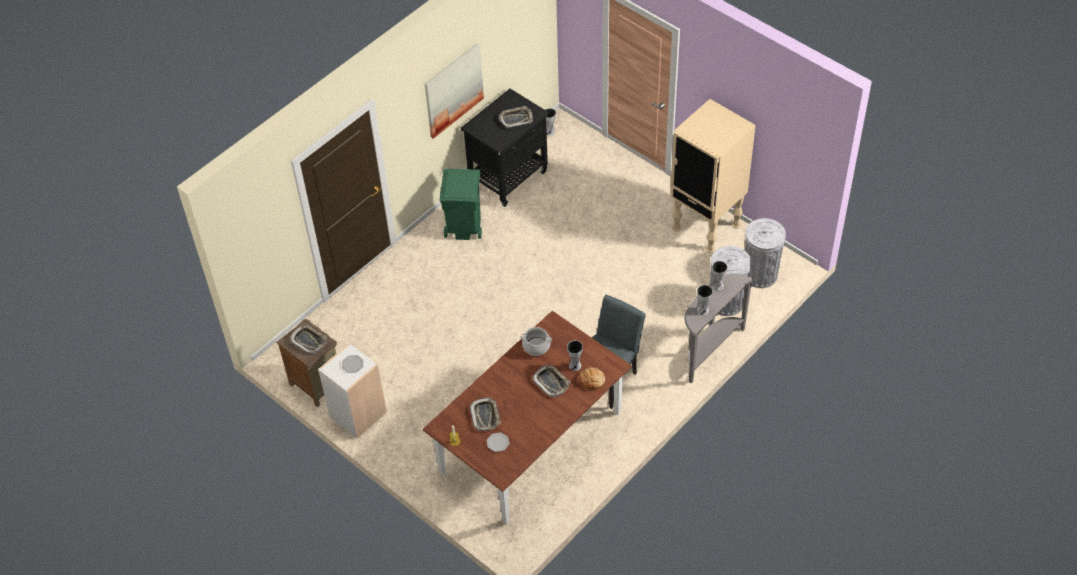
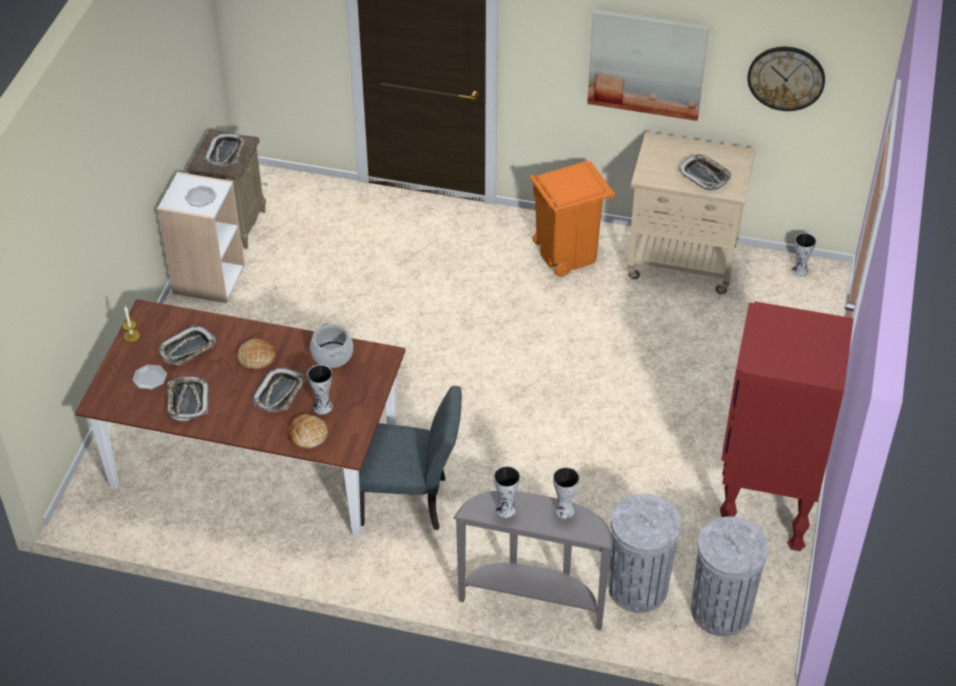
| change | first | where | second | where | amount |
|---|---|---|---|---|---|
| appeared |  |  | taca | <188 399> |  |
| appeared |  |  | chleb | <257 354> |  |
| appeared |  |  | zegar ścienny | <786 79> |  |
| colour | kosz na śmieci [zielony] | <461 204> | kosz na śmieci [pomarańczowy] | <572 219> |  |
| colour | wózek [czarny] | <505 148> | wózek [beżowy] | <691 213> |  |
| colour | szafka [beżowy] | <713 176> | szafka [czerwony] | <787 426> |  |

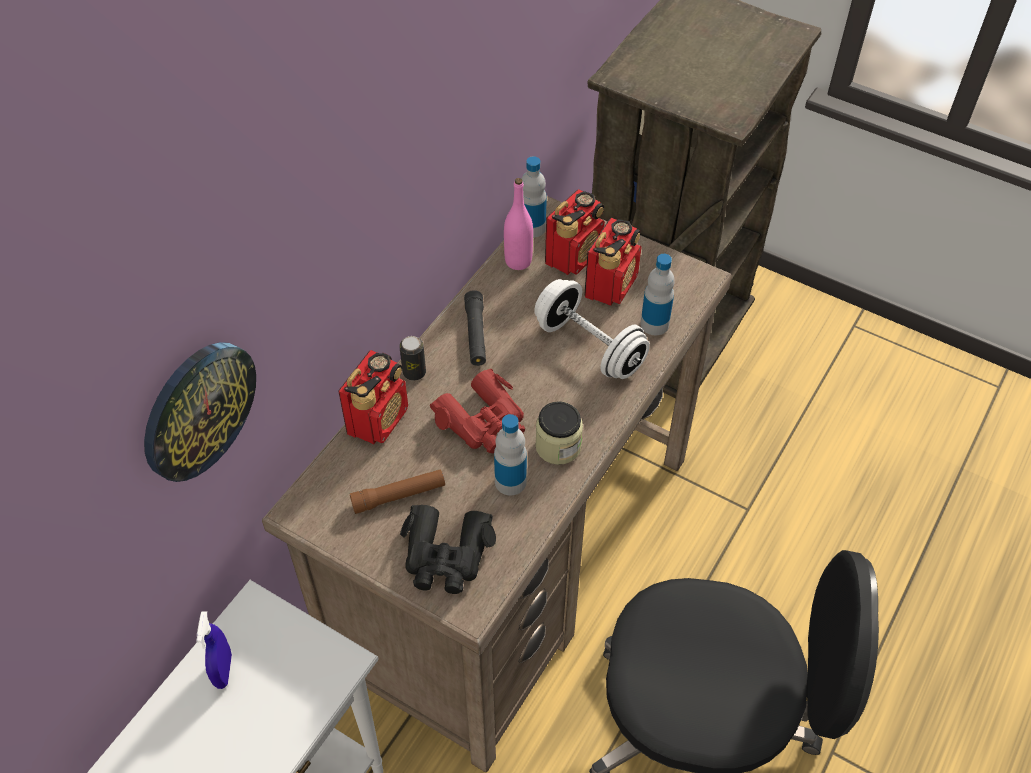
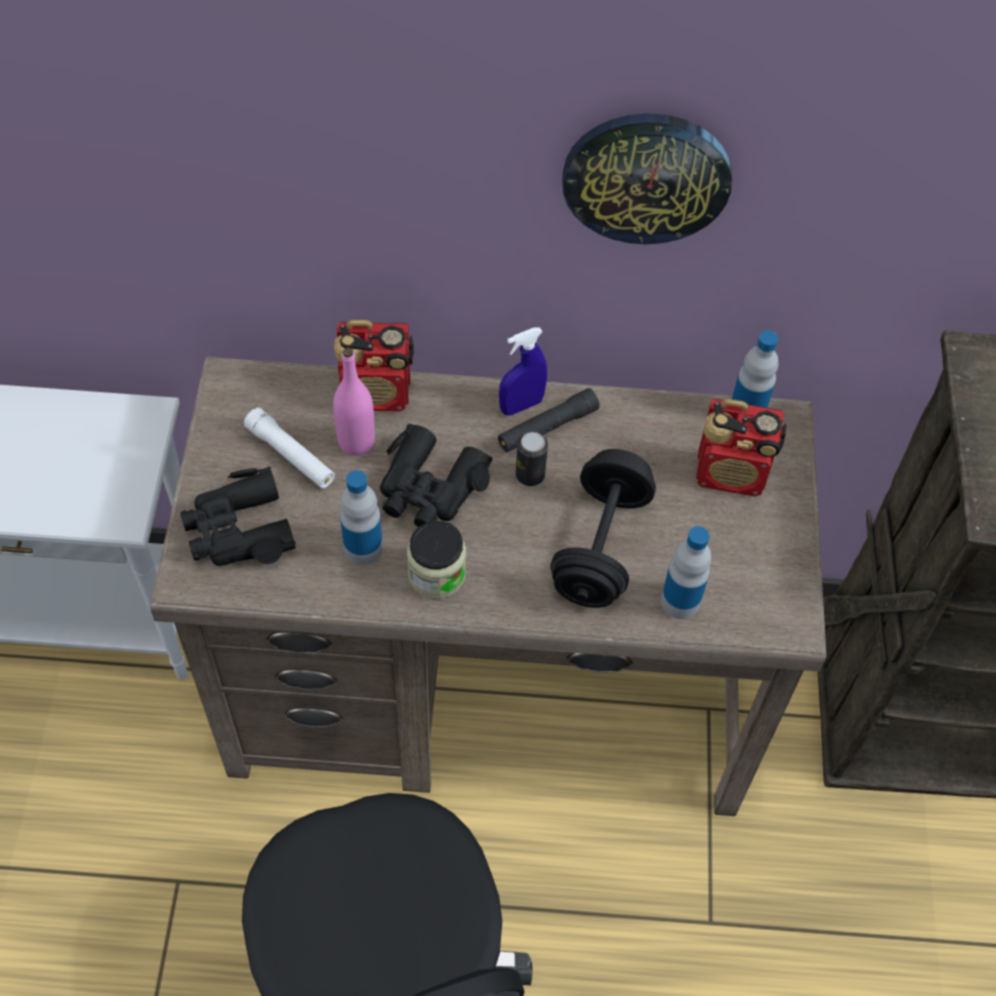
| change | first | where | second | where | amount |
|---|---|---|---|---|---|
| missing | radio | <612 262> |  |  |  |
| relocated | zegar ścienny | <200 412> |  | <647 178> |  |
| relocated | spryskiwacz [niebieski] | <214 650> |  | <523 371> |  |
| relocated | puszka | <412 358> |  | <532 459> |  |
| relocated | butelka [różowy] | <518 224> |  | <354 401> |  |
| colour | latarka [brązowy] | <397 491> | latarka [biały] | <289 448> |  |
| colour | lornetka [czerwony] | <477 410> | lornetka [czarny] | <436 475> |  |
| colour | hantel [biały] | <592 329> | hantel [czarny] | <603 528> |  |

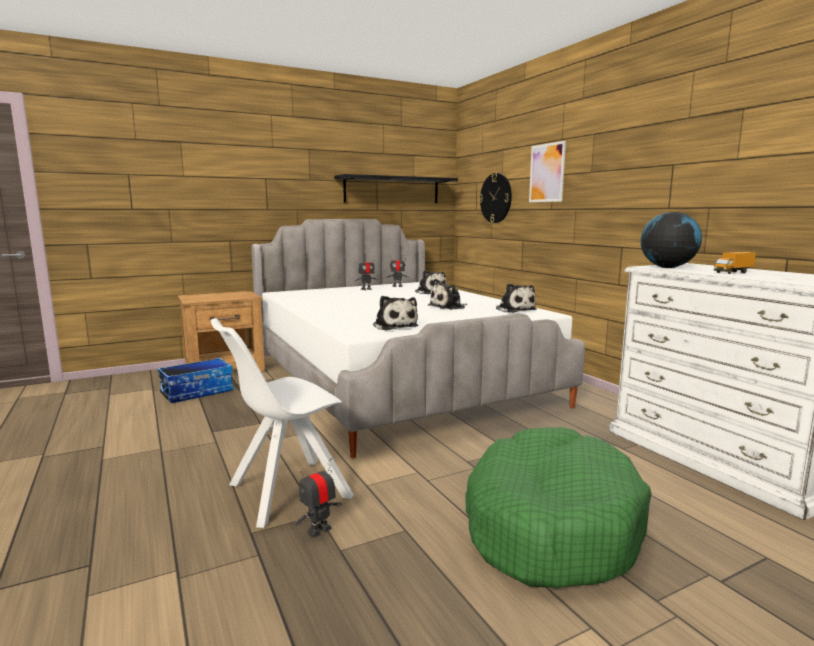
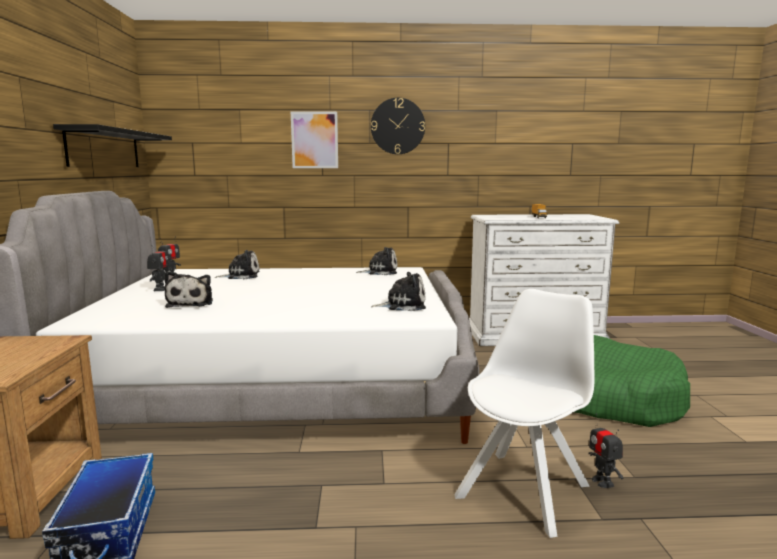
| change | first | where | second | where | amount |
|---|---|---|---|---|---|
| missing | globus | <671 240> |  |  |  |
| relocated | pluszak | <447 294> |  | <189 289> |  |
| relocated | zegar ścienny | <495 198> |  | <398 126> |  |
| spun | krzesło [biały] | <282 423> |  | <524 413> | 135 degrees counterclockwise |

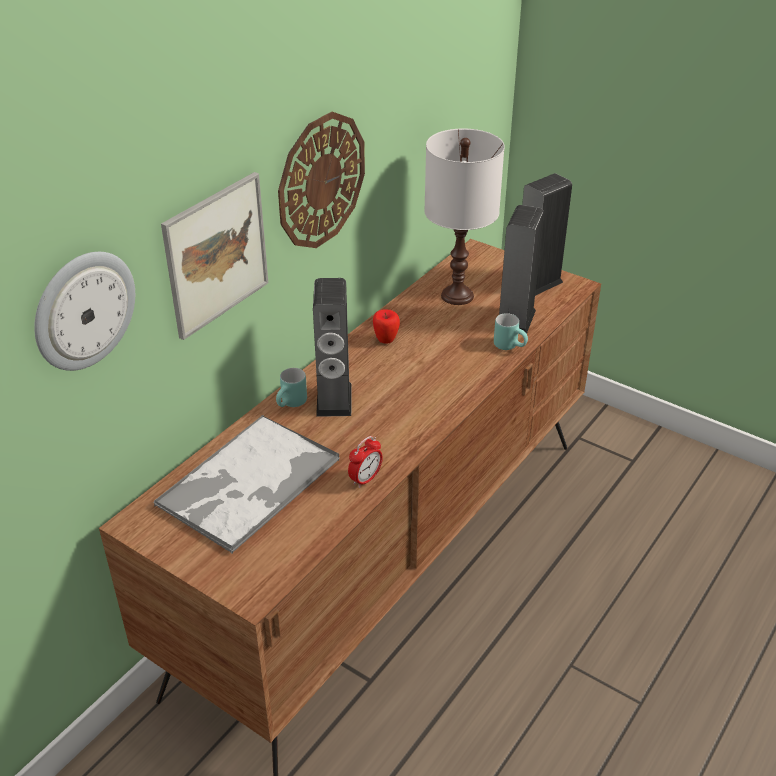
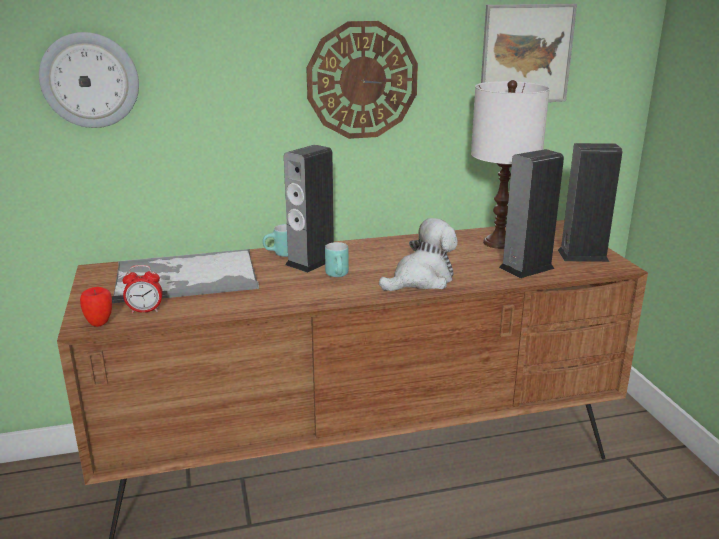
| change | first | where | second | where | amount |
|---|---|---|---|---|---|
| appeared |  |  | pluszak | <418 254> |  |
| relocated | obraz | <214 256> |  | <529 53> |  |
| relocated | budzik | <365 462> |  | <142 289> |  |
| relocated | jabłko | <386 326> |  | <96 307> |  |
| relocated | kubek [turkusowy] | <511 331> |  | <337 259> |  |

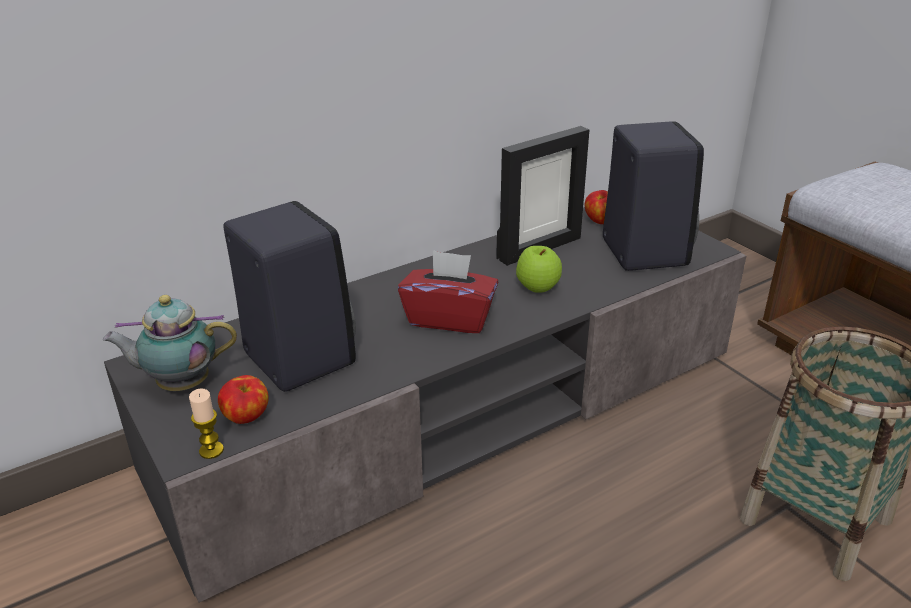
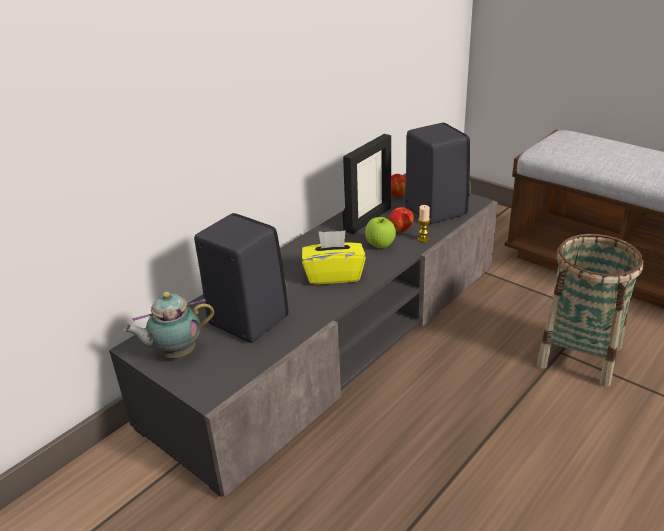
| change | first | where | second | where | amount |
|---|---|---|---|---|---|
| relocated | świeca | <206 423> |  | <424 223> |  |
| relocated | jabłko | <243 399> |  | <401 219> |  |
| colour | pudełko chusteczek [czerwony] | <448 291> | pudełko chusteczek [żółty] | <334 257> |  |

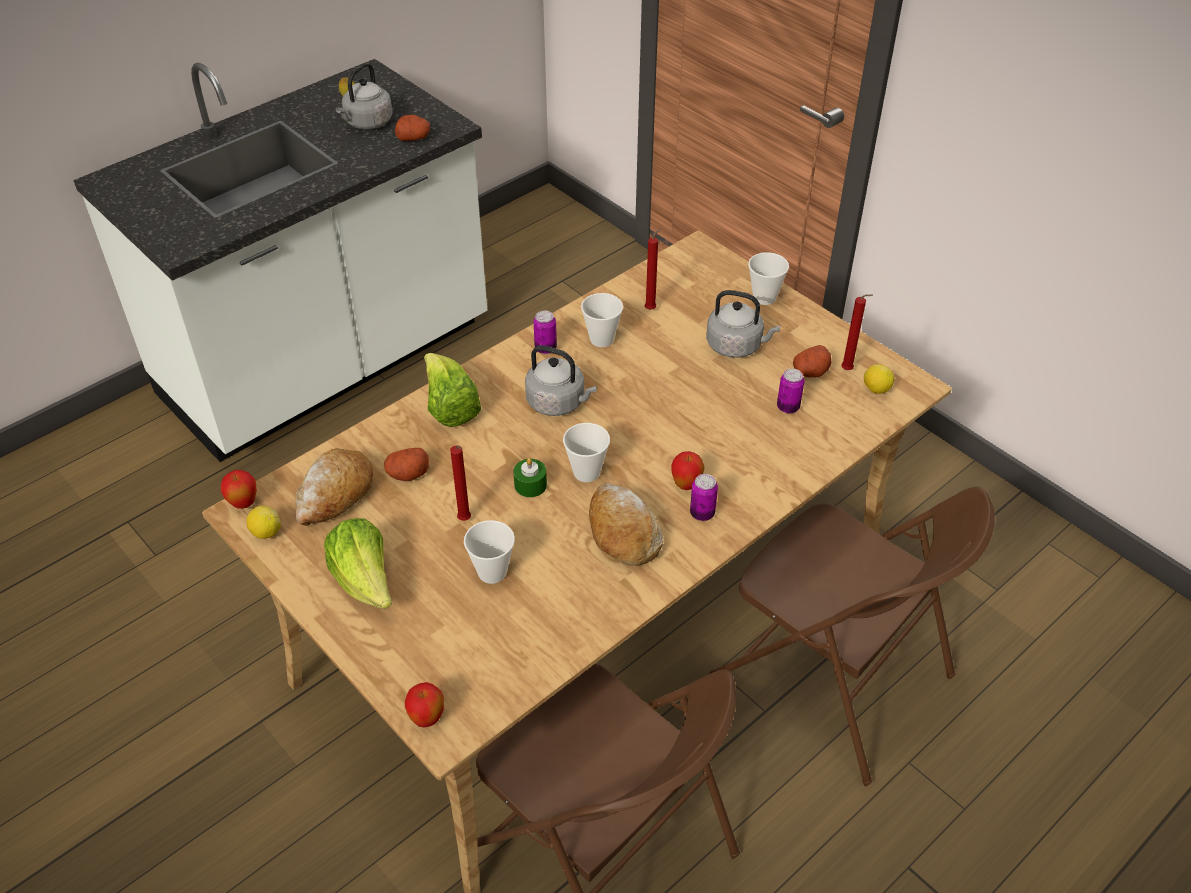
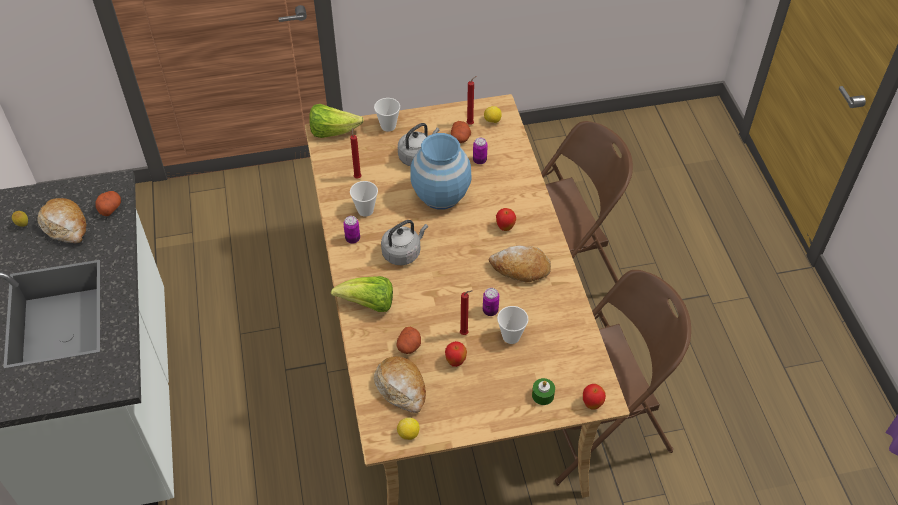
| change | first | where | second | where | amount |
|---|---|---|---|---|---|
| missing | filiżanka | <586 452> |  |  |  |
| appeared |  |  | wazon [niebieski] | <441 171> |  |
| relocated | jabłko | <238 489> |  | <456 354> |  |
| relocated | sałata | <358 563> |  | <336 121> |  |
| relocated | świeca [zielony] | <530 477> |  | <543 391> |  |
| relocated | puszka | <704 497> |  | <491 302> |  |
| exchanged | czajnik [szary] | <364 96> | chleb | <61 220> |  |

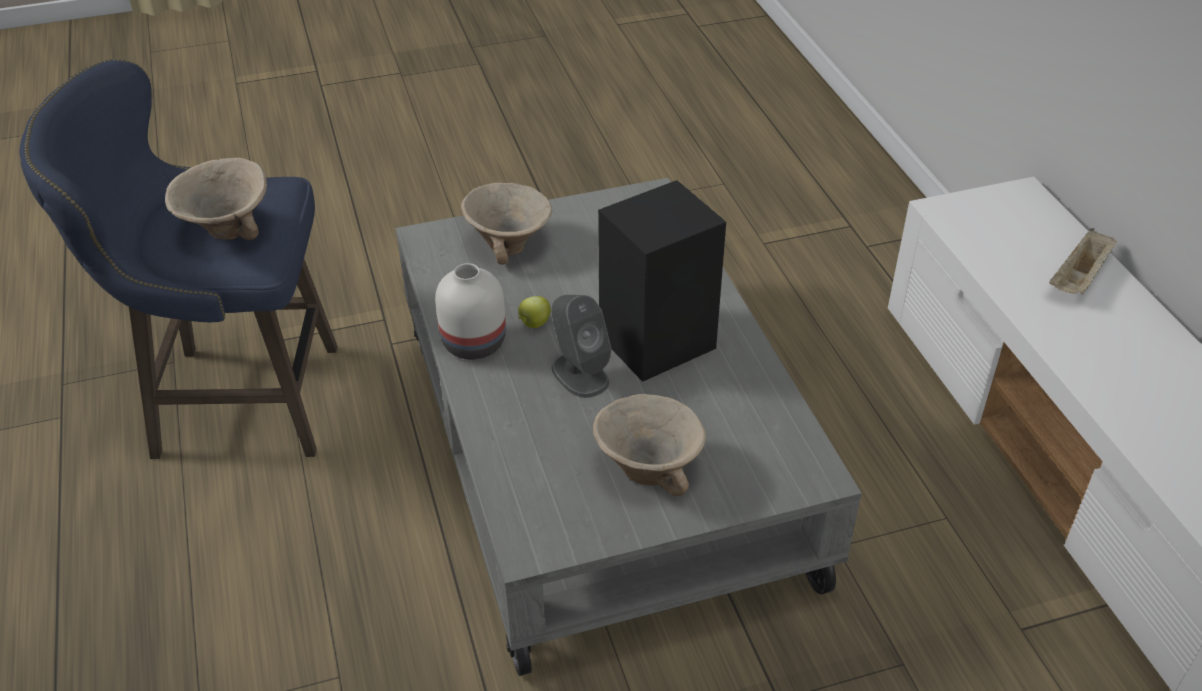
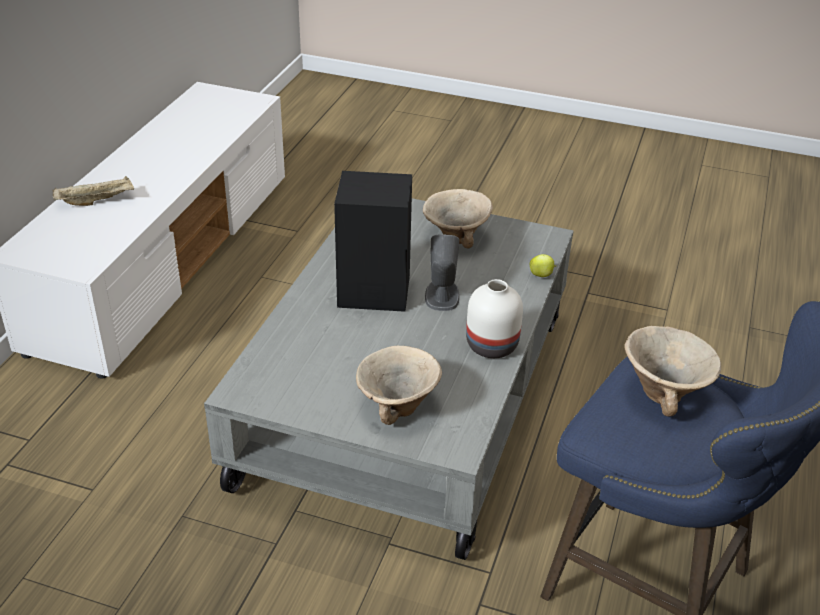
| change | first | where | second | where | amount |
|---|---|---|---|---|---|
| relocated | jabłko | <534 312> |  | <543 265> |  |

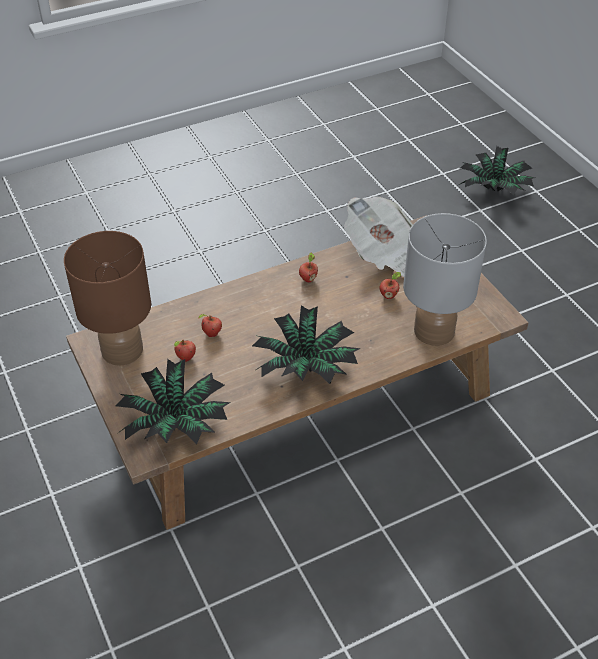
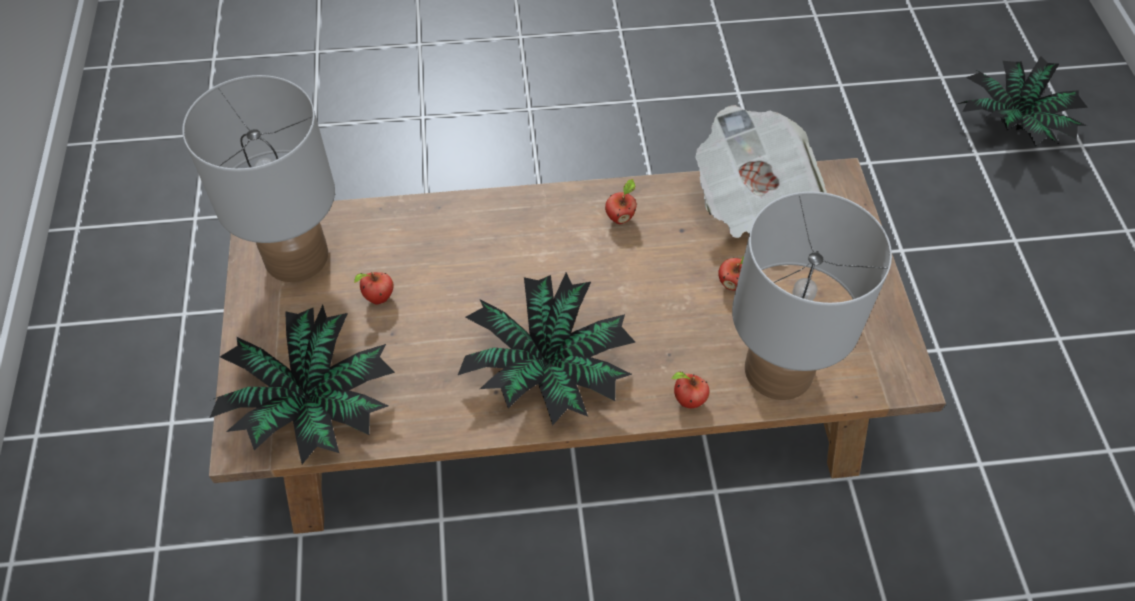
| change | first | where | second | where | amount |
|---|---|---|---|---|---|
| relocated | jabłko | <210 325> |  | <690 390> |  |
| colour | lampa stołowa [brązowy] | <107 298> | lampa stołowa [szary] | <258 178> |  |

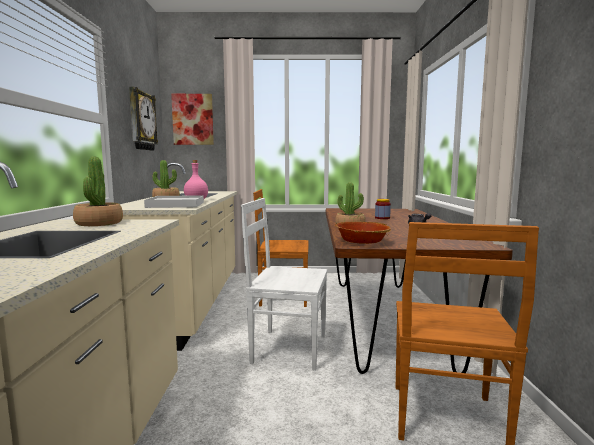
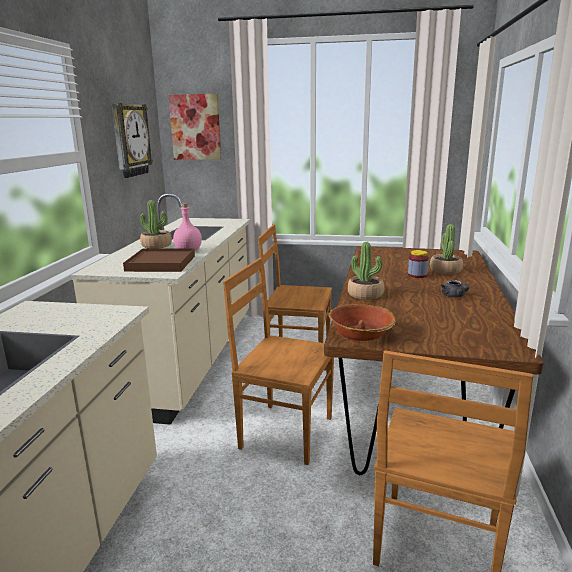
| change | first | where | second | where | amount |
|---|---|---|---|---|---|
| relocated | roślina doniczkowa | <98 191> |  | <446 249> |  |
| colour | taca [biały] | <174 201> | taca [brązowy] | <159 260> |  |
| colour | krzesło [biały] | <284 284> | krzesło [brązowy] | <278 361> |  |

